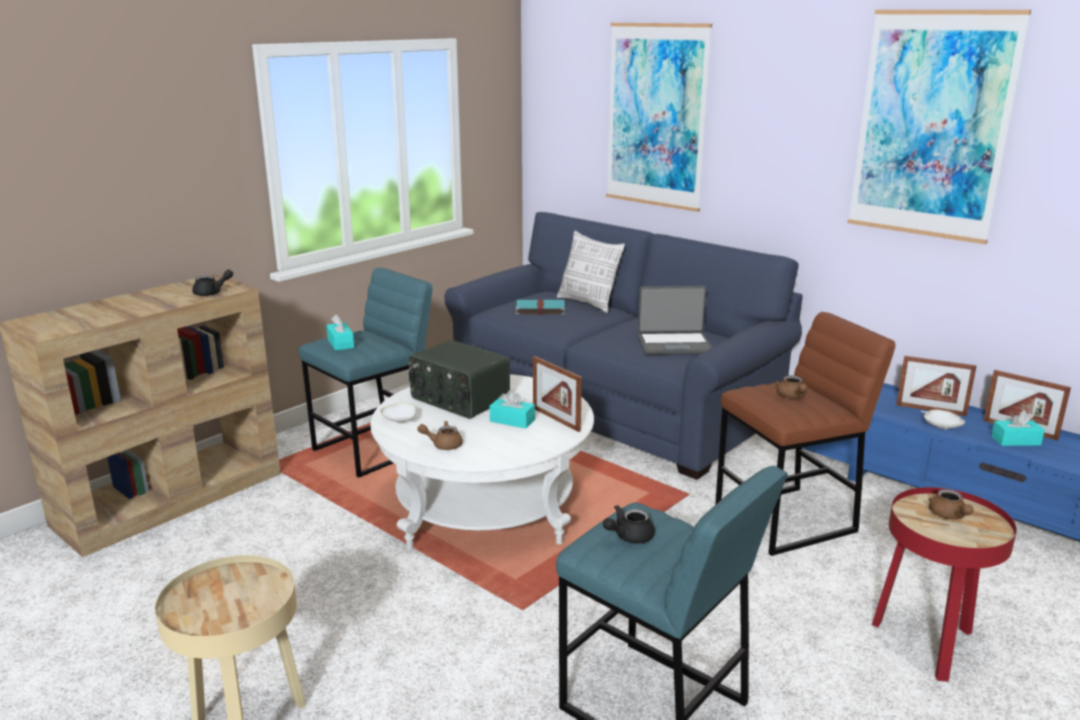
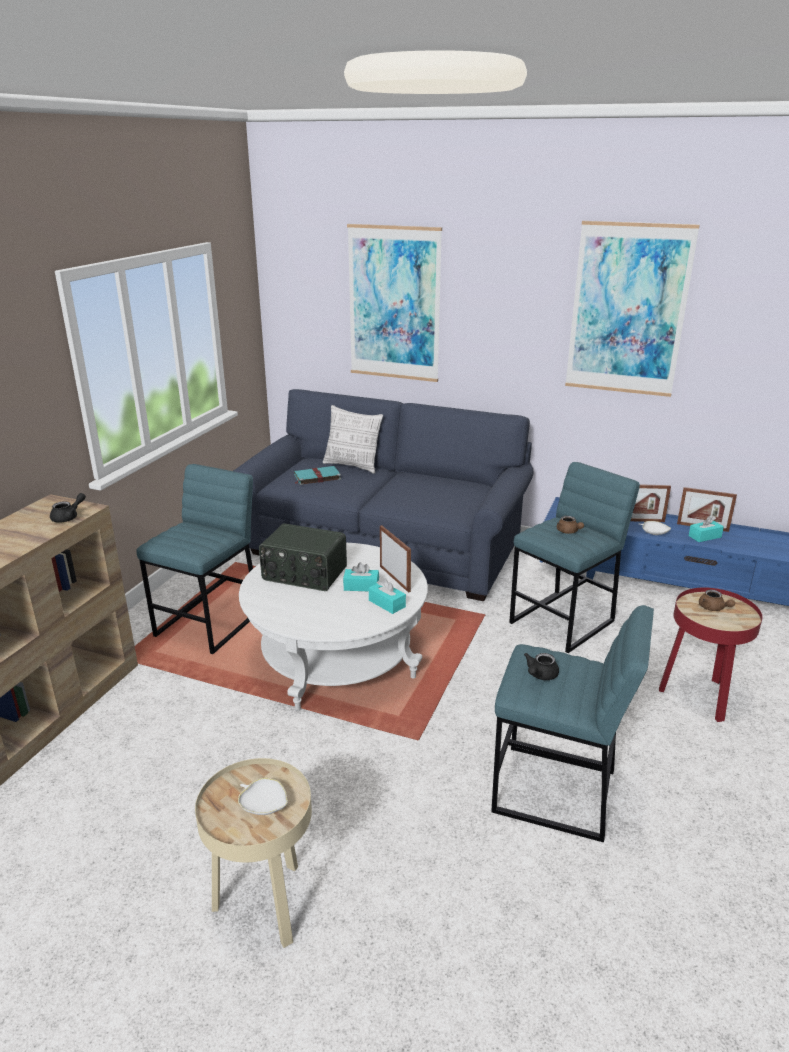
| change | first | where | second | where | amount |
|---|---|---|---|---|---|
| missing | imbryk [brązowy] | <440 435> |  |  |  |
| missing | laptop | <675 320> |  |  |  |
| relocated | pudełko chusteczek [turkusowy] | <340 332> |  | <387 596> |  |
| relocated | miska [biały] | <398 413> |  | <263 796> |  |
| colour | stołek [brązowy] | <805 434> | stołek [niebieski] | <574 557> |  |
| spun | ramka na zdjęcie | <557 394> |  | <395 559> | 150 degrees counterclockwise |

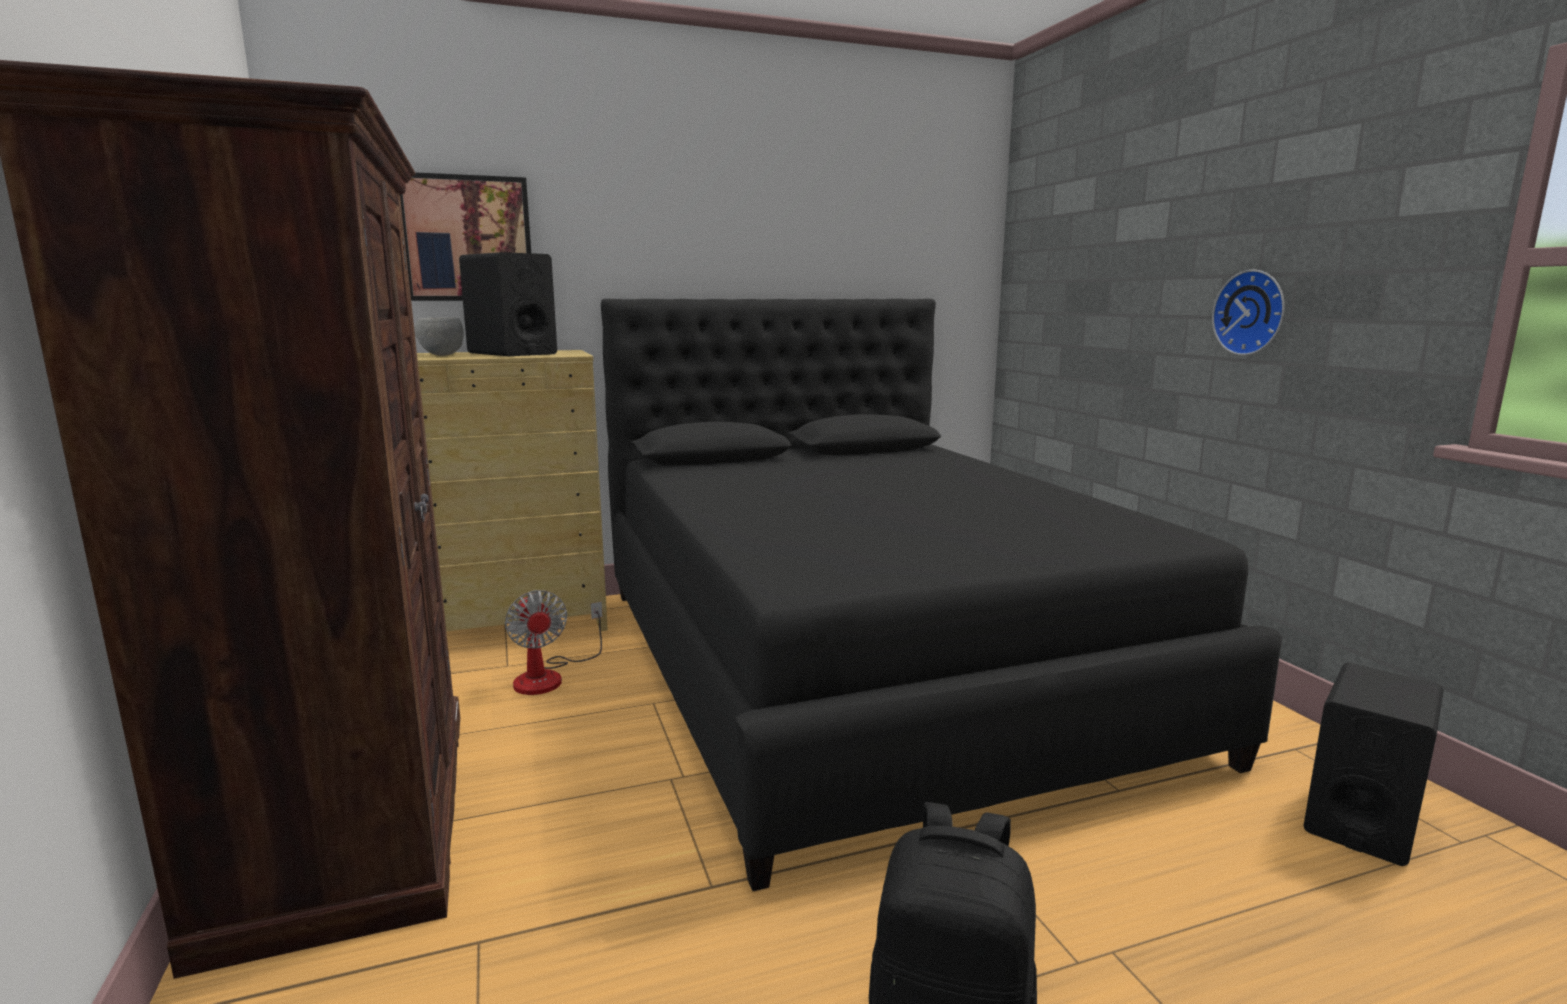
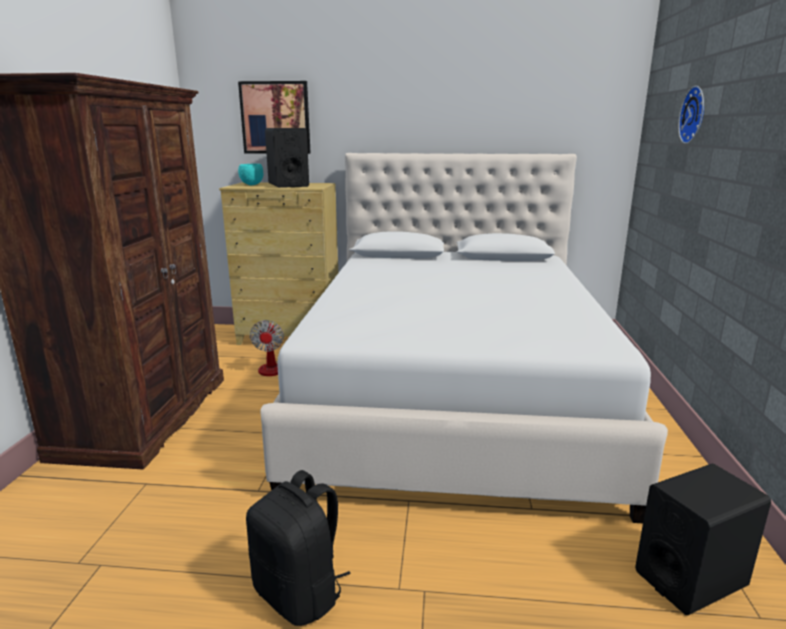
| change | first | where | second | where | amount |
|---|---|---|---|---|---|
| relocated | zegar ścienny | <1248 312> |  | <691 115> |  |
| colour | miska [szary] | <439 336> | miska [turkusowy] | <250 174> |  |
| colour | łóżko [czarny] | <942 595> | łóżko [biały] | <464 338> |  |

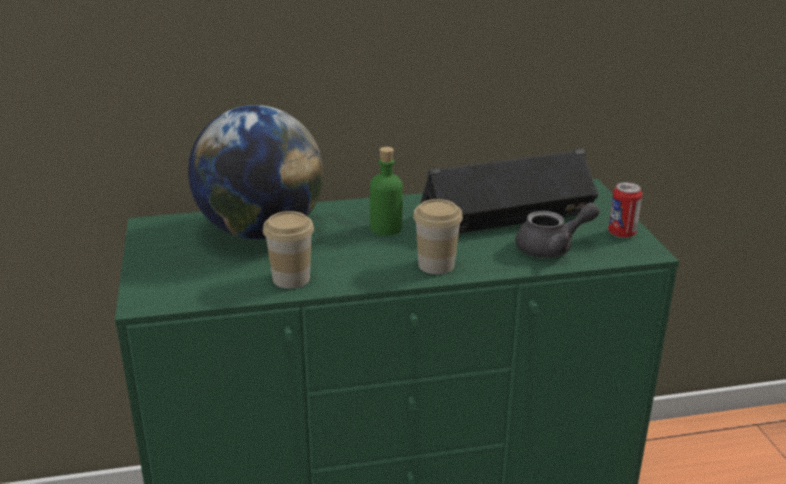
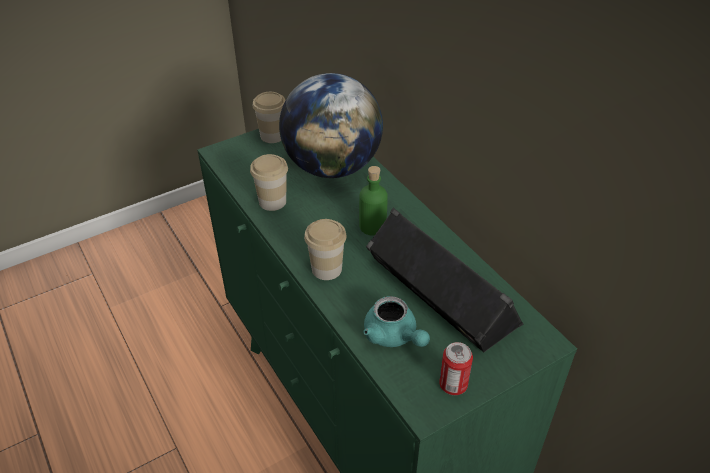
| change | first | where | second | where | amount |
|---|---|---|---|---|---|
| appeared |  |  | filiżanka | <269 117> |  |
| colour | imbryk [szary] | <558 230> | imbryk [turkusowy] | <396 321> |  |

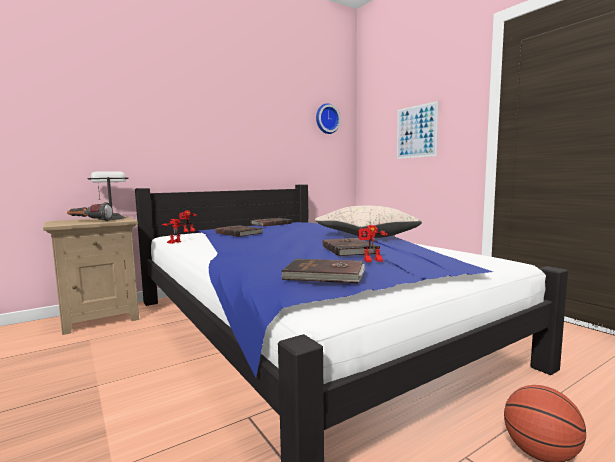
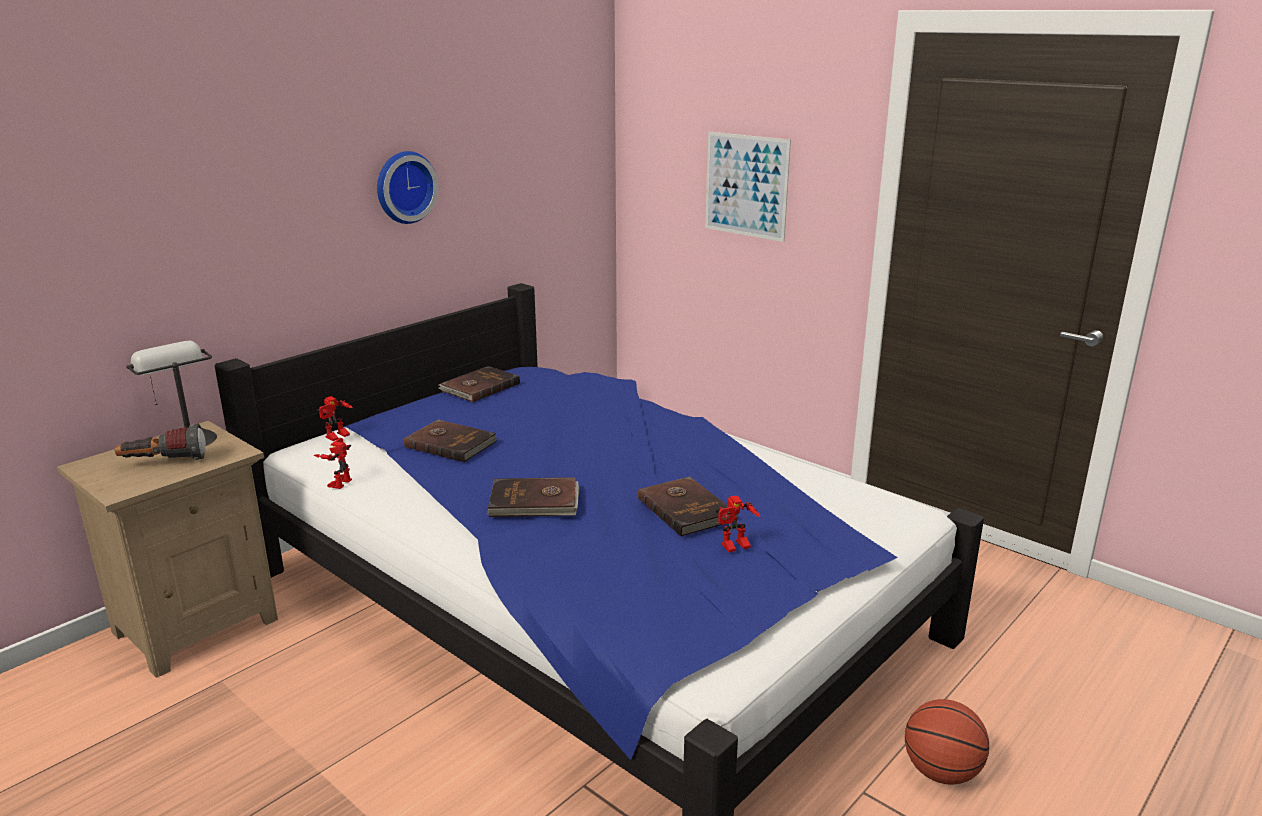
| change | first | where | second | where | amount |
|---|---|---|---|---|---|
| missing | poduszka [beżowy] | <368 222> |  |  |  |
| relocated | książka [brązowy] | <323 271> |  | <533 497> |  |
| relocated | zegar ścienny | <328 118> |  | <408 187> |  |

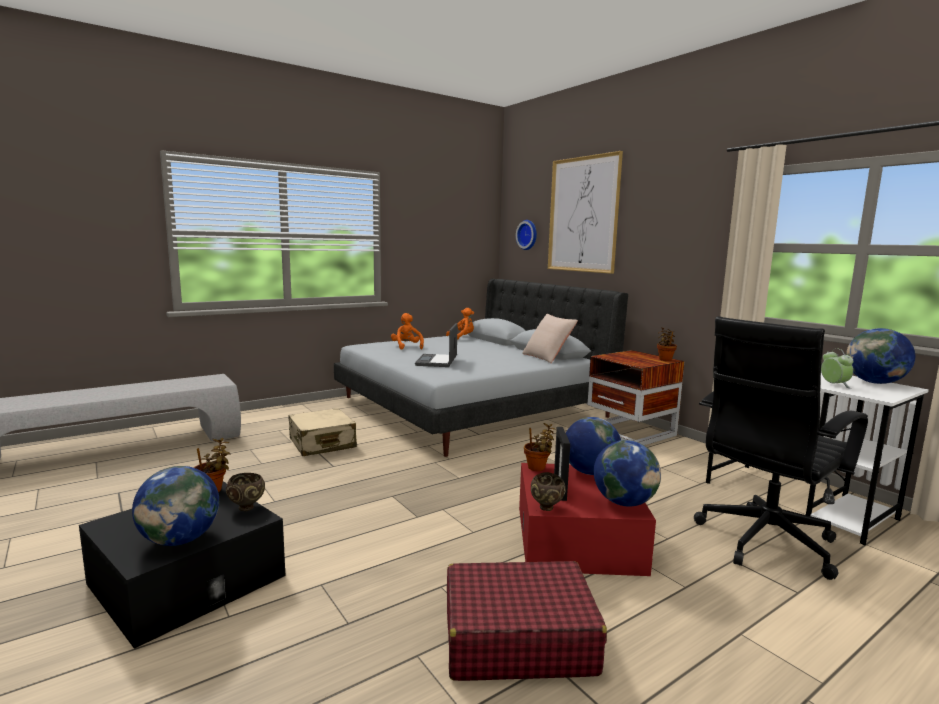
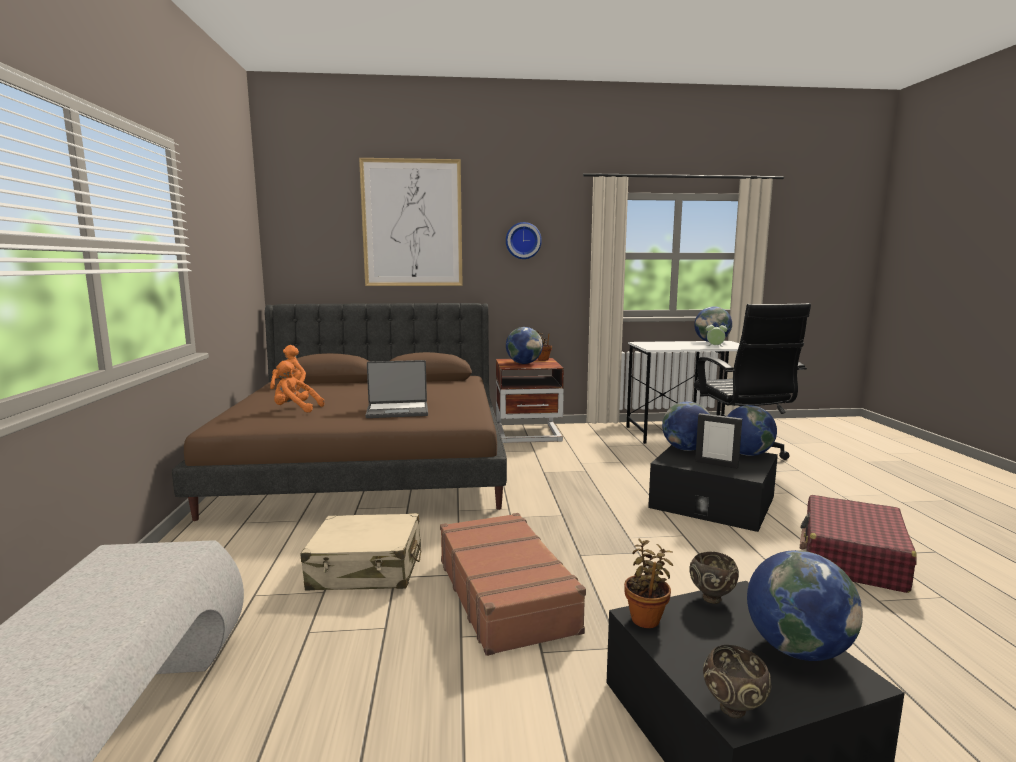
| change | first | where | second | where | amount |
|---|---|---|---|---|---|
| missing | poduszka [beżowy] | <550 338> |  |  |  |
| missing | roślina doniczkowa | <540 447> |  |  |  |
| appeared |  |  | walizka [brązowy] | <513 584> |  |
| appeared |  |  | globus | <524 345> |  |
| relocated | zegar ścienny | <526 235> |  | <524 240> |  |
| relocated | miska [brązowy] | <548 491> |  | <737 682> |  |
| colour | łóżko [szary] | <481 368> | łóżko [brązowy] | <339 412> |  |
| colour | pojemnik do przechowywania [czerwony] | <587 519> | pojemnik do przechowywania [czarny] | <713 488> |  |
| spun | laptop | <436 345> |  | <397 389> | 45 degrees counterclockwise |

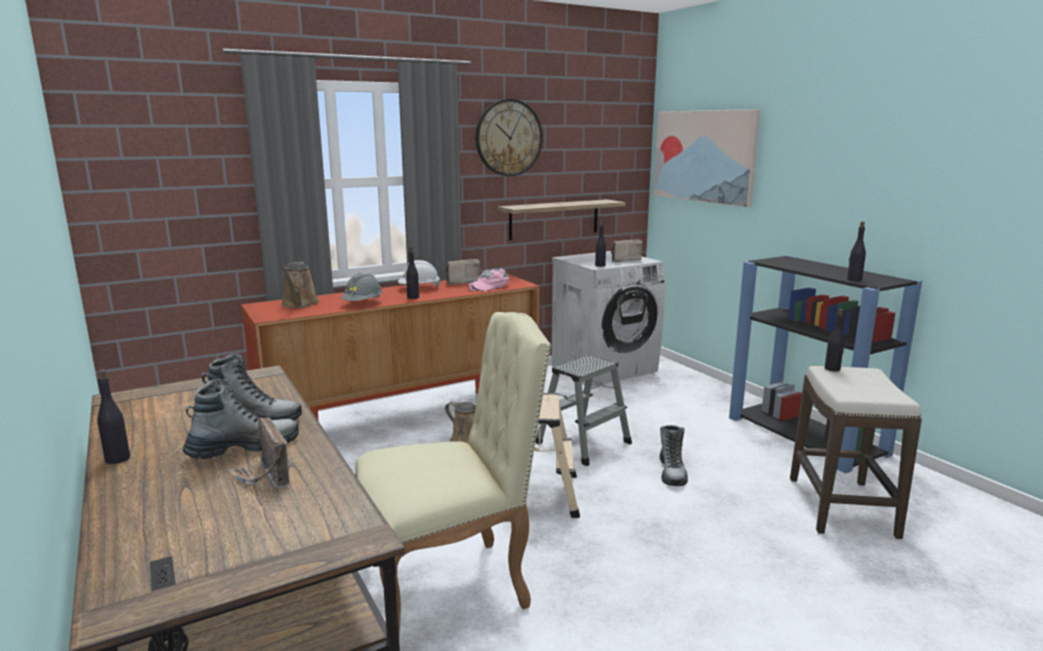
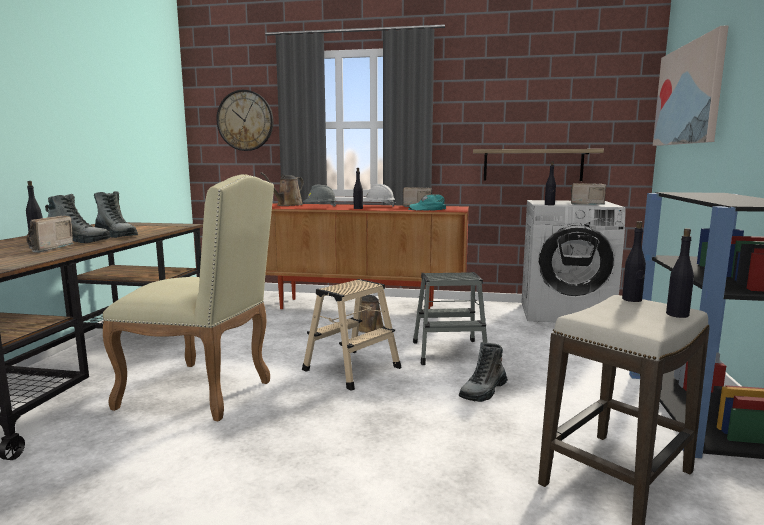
| change | first | where | second | where | amount |
|---|---|---|---|---|---|
| relocated | zegar ścienny | <509 137> |  | <244 120> |  |
| relocated | butelka [czarny] | <856 251> |  | <680 273> |  |
| colour | czapka z daszkiem [różowy] | <488 279> | czapka z daszkiem [turkusowy] | <427 202> |  |

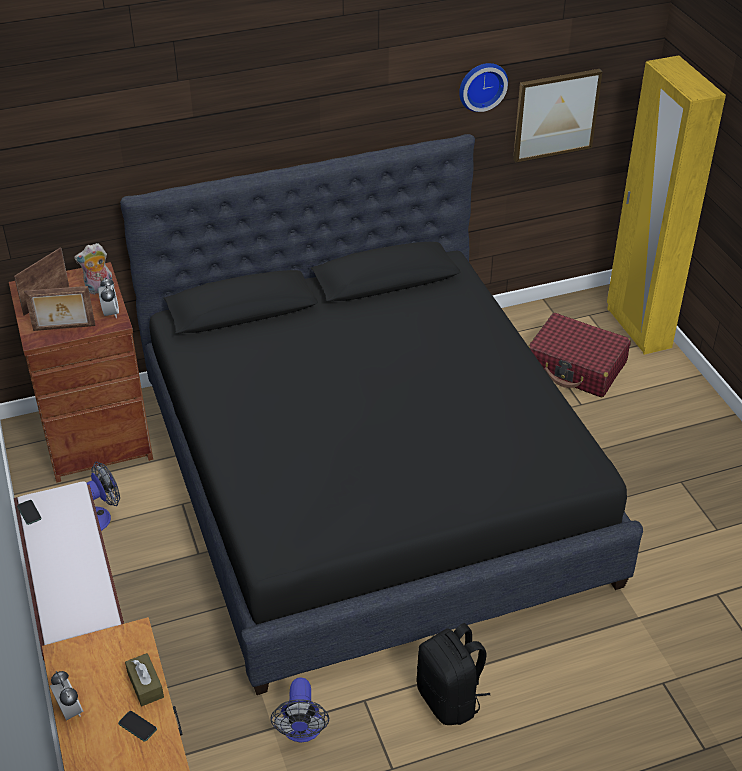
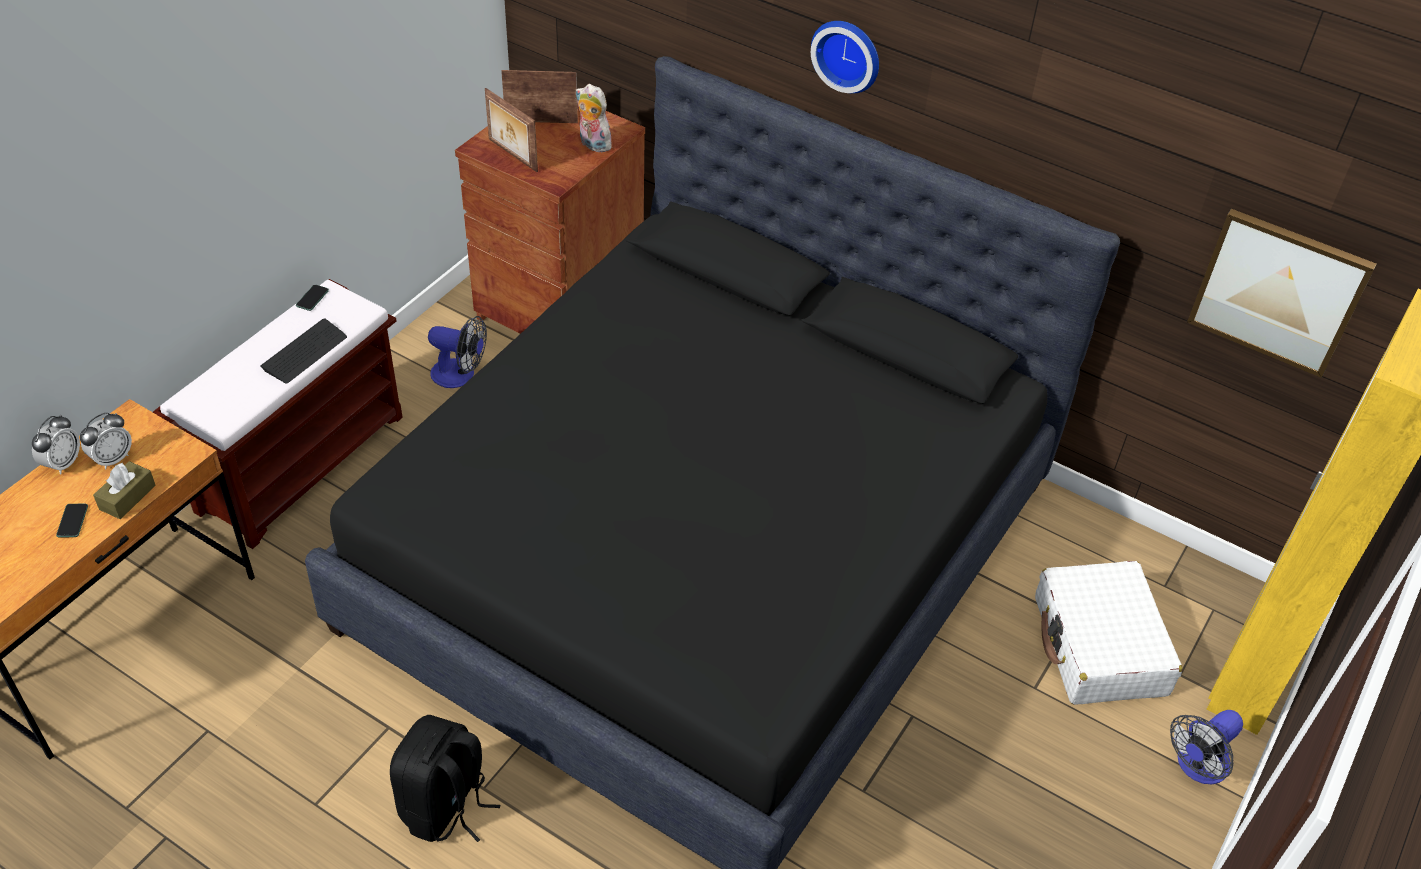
| change | first | where | second | where | amount |
|---|---|---|---|---|---|
| appeared |  |  | klawiatura | <304 351> |  |
| relocated | budzik | <108 297> |  | <106 441> |  |
| relocated | wentylator | <299 710> |  | <1206 747> |  |
| relocated | zegar ścienny | <483 87> |  | <845 57> |  |
| colour | walizka [czerwony] | <579 355> | walizka [biały] | <1108 633> |  |

